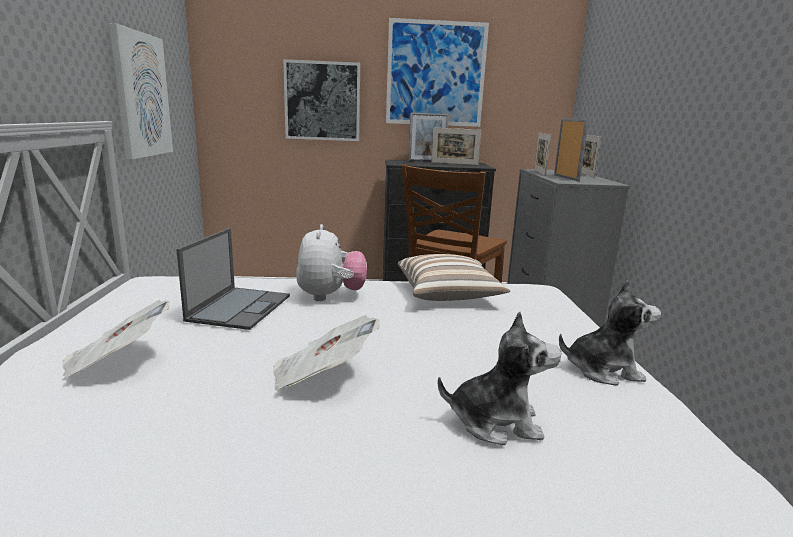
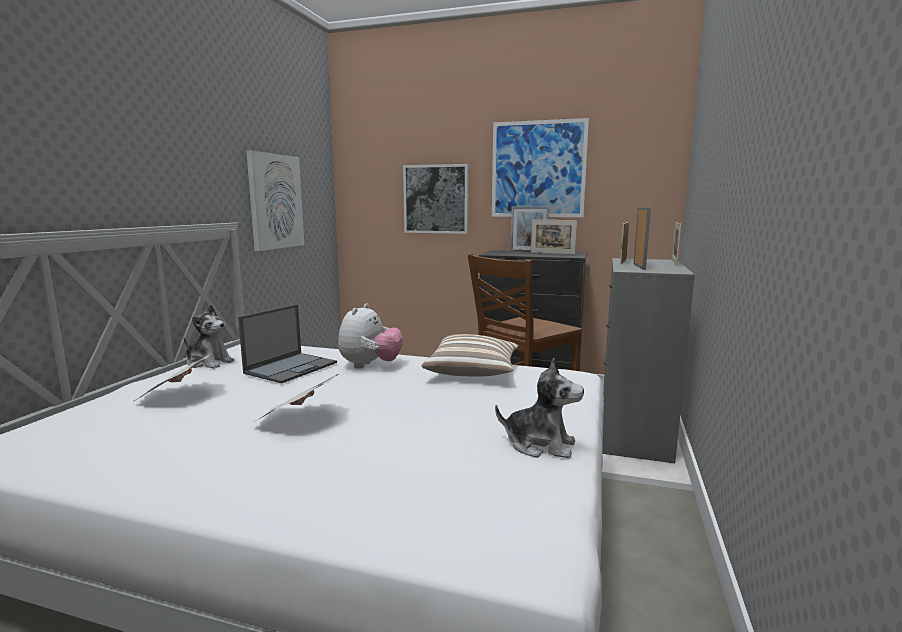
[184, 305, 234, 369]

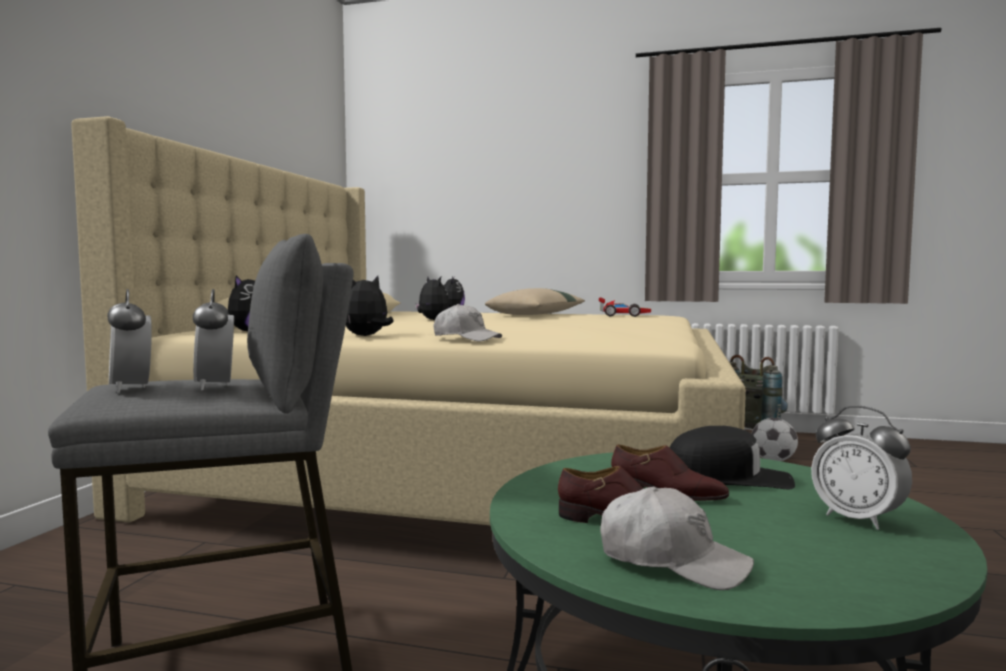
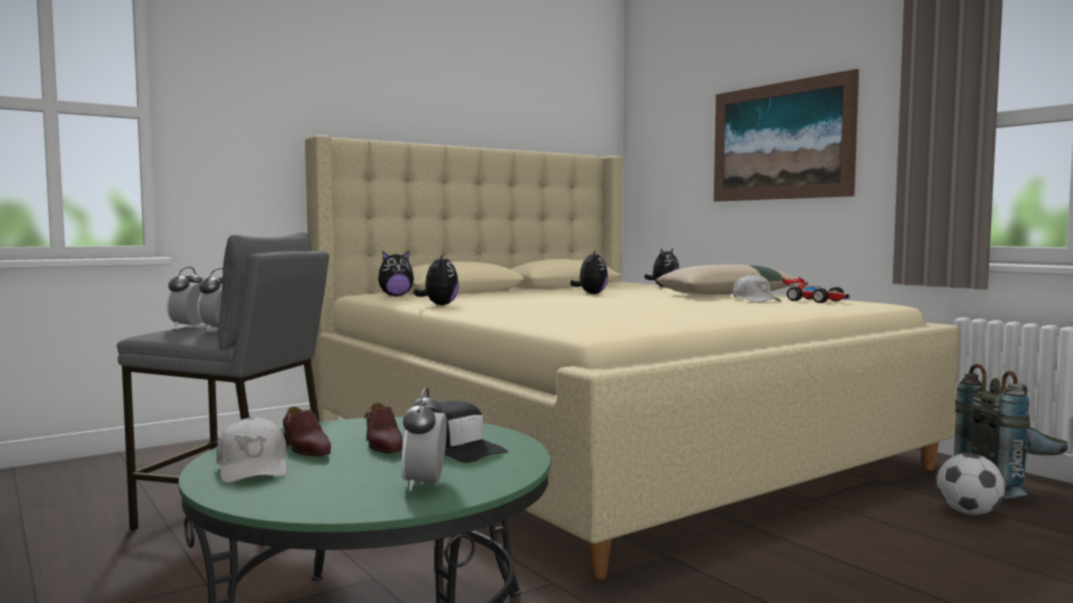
[413, 253, 459, 305]
[714, 69, 859, 202]
[733, 274, 781, 303]

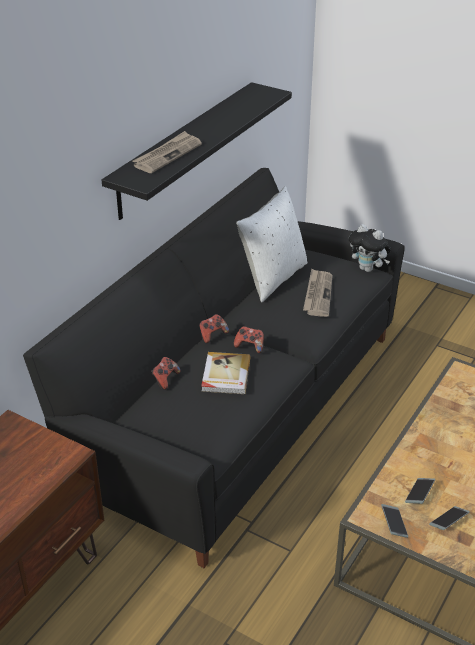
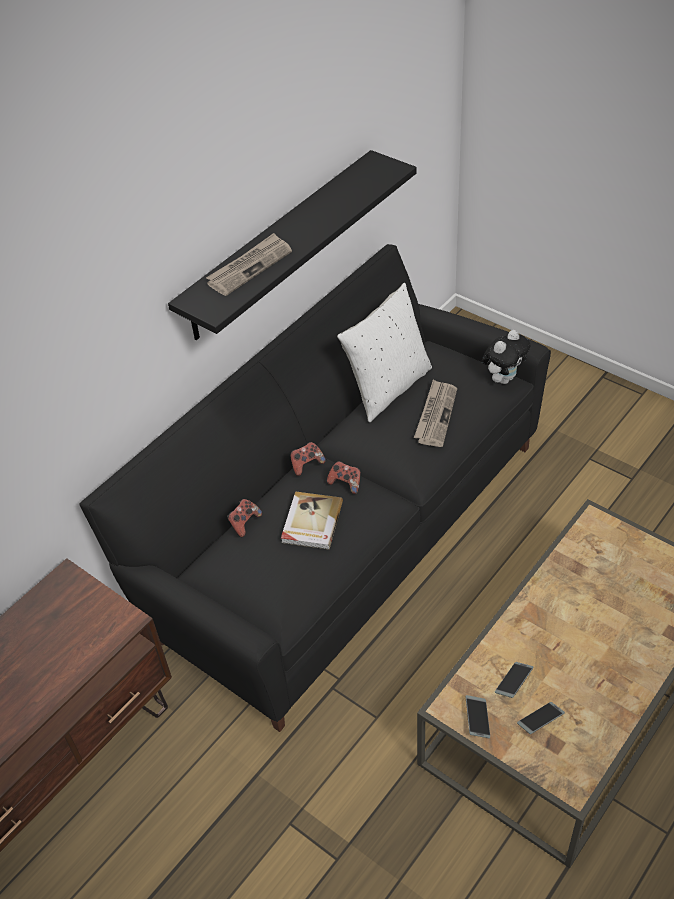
[482, 330, 530, 384]

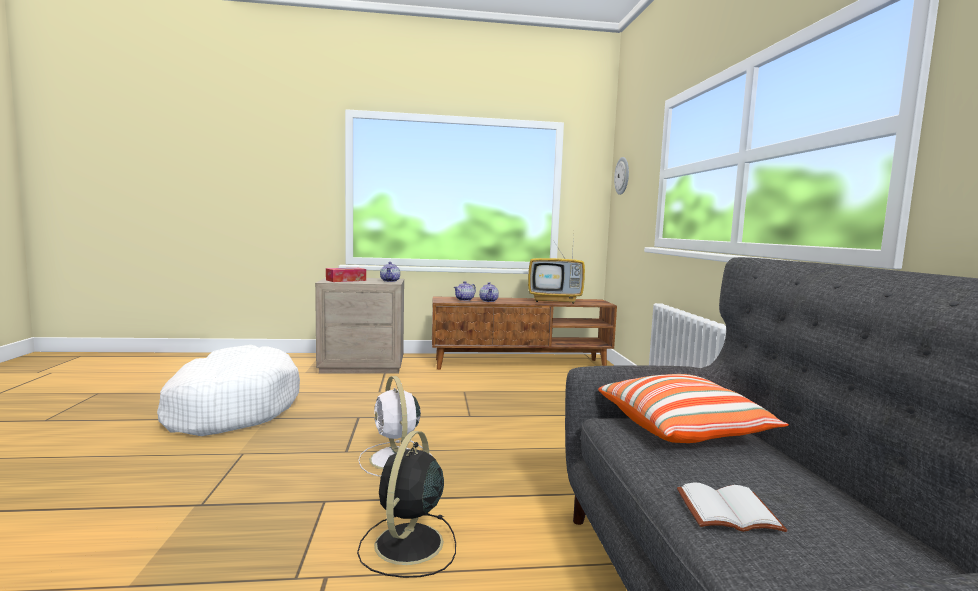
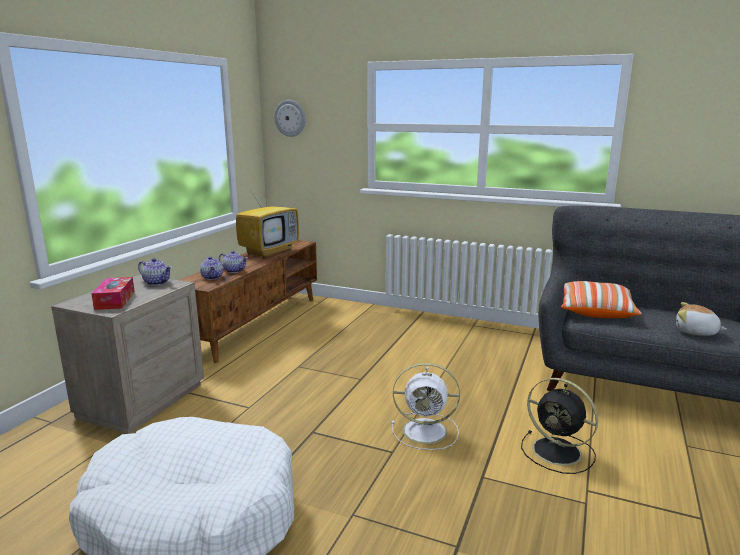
[676, 302, 727, 336]

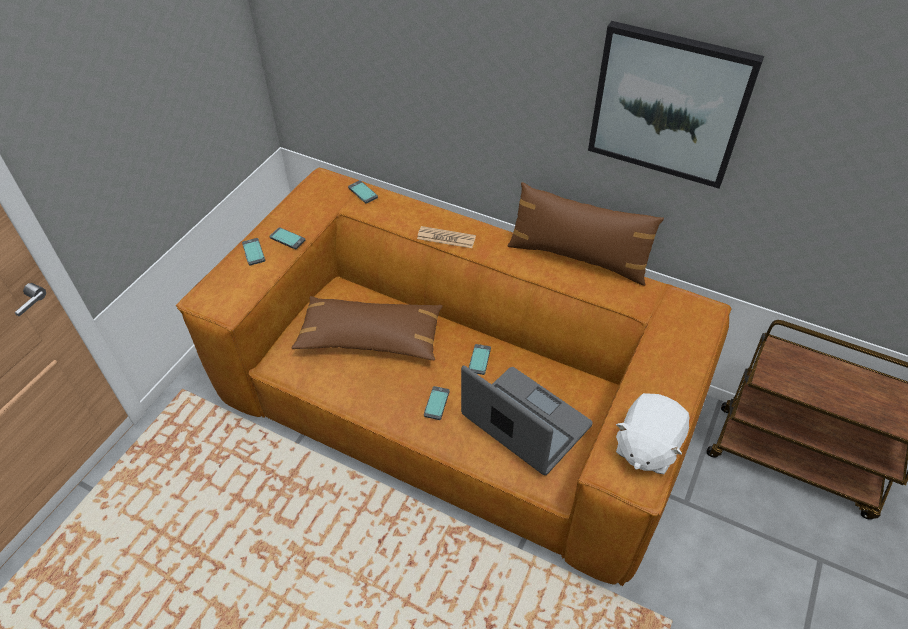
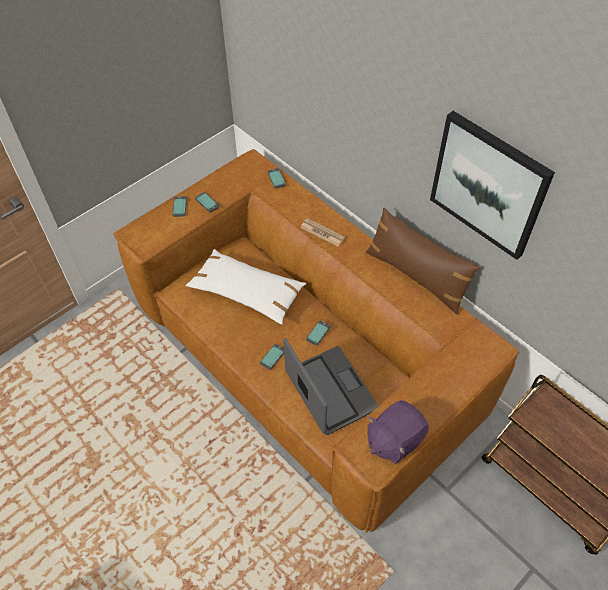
[186, 249, 306, 324]
[367, 400, 429, 464]

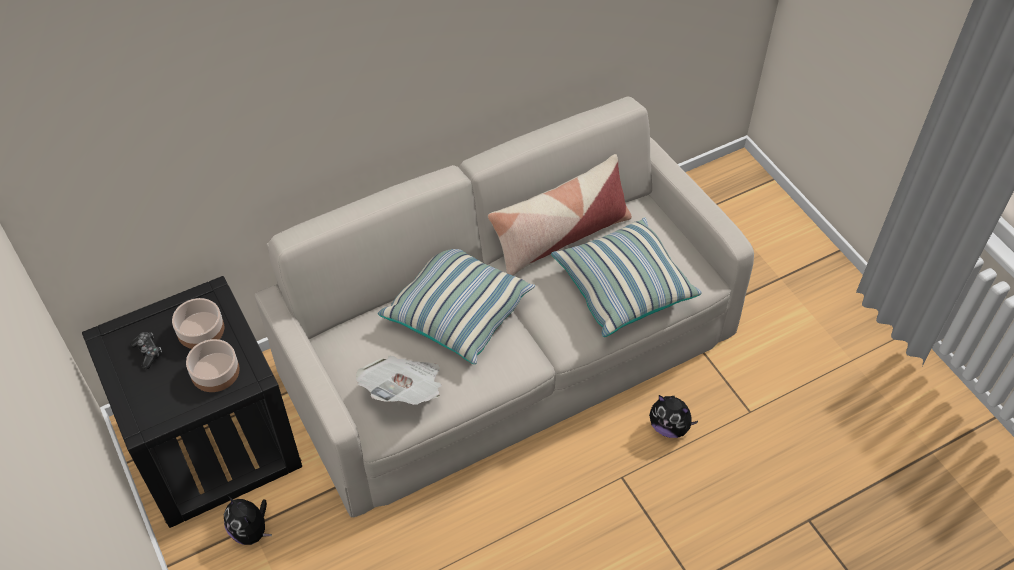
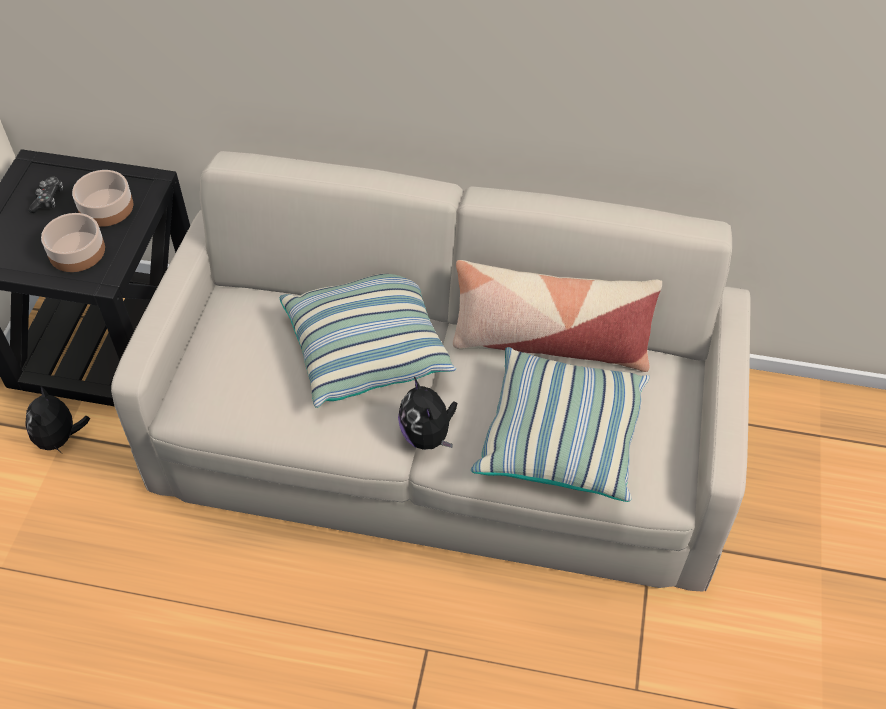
[398, 377, 457, 450]
[356, 355, 442, 405] (first image)

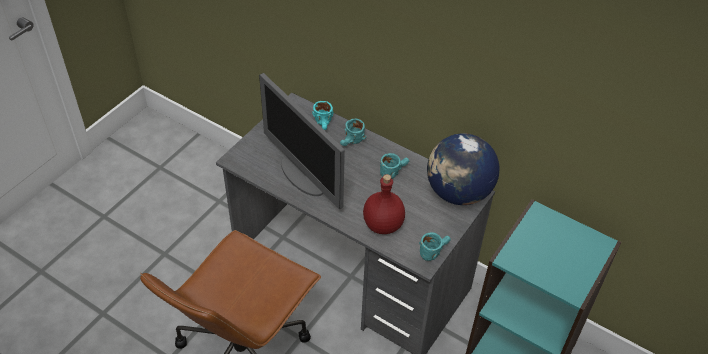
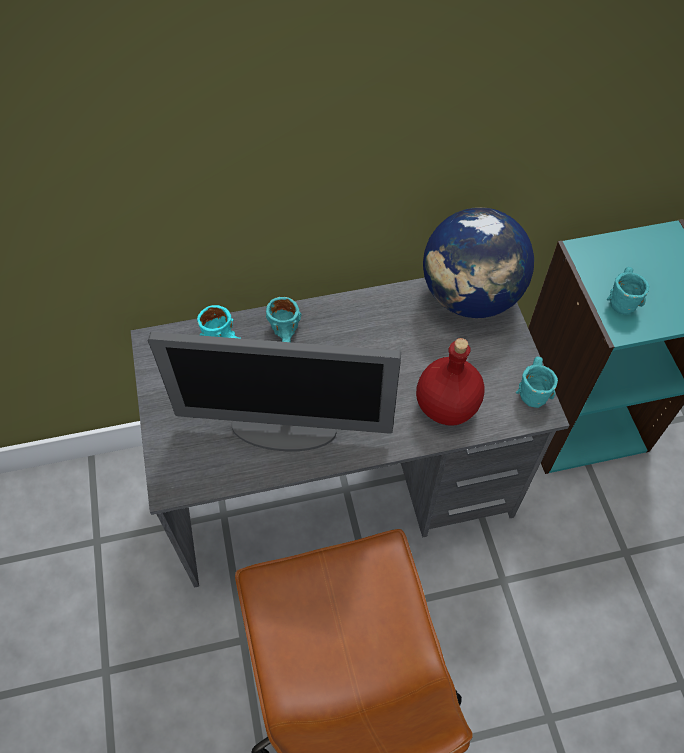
[607, 267, 649, 315]

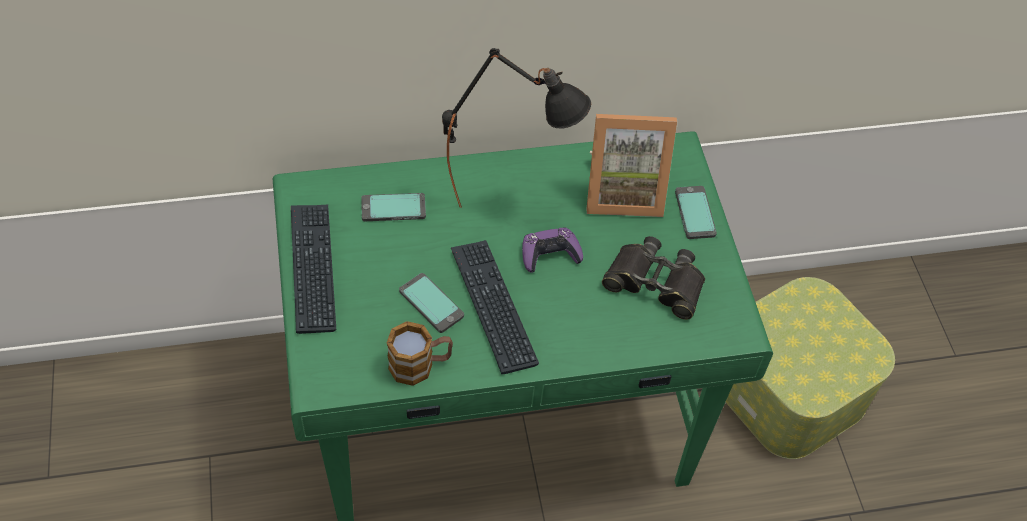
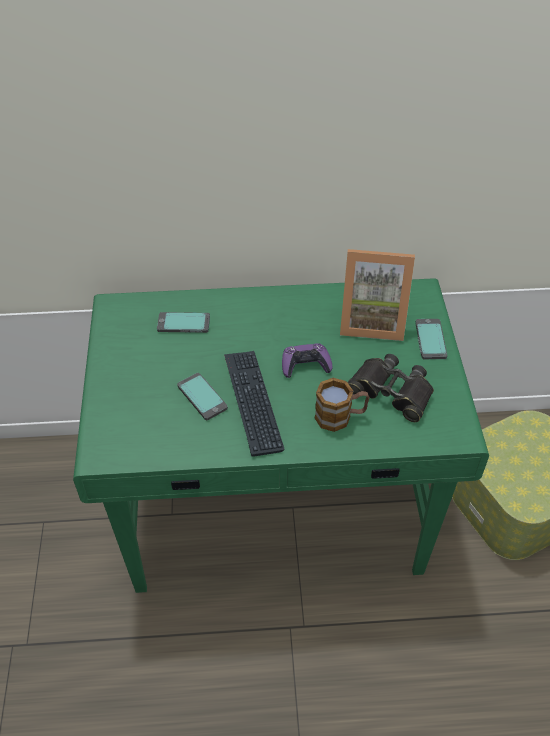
[315, 378, 369, 432]
[291, 204, 336, 334] (first image)
[442, 48, 591, 208] (first image)

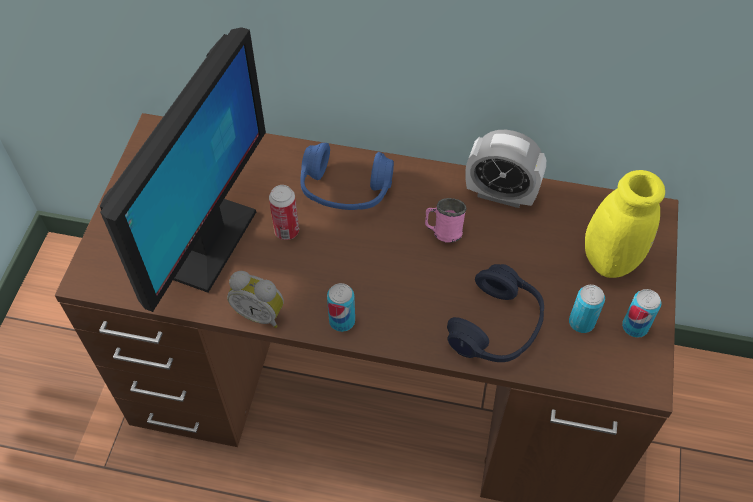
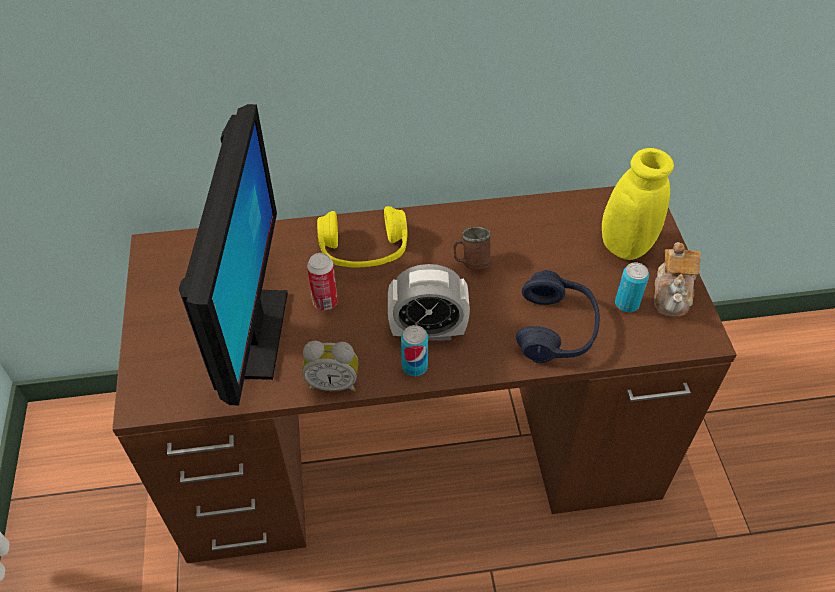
[317, 206, 408, 268]
[388, 264, 470, 341]
[453, 227, 491, 270]
[654, 242, 701, 317]

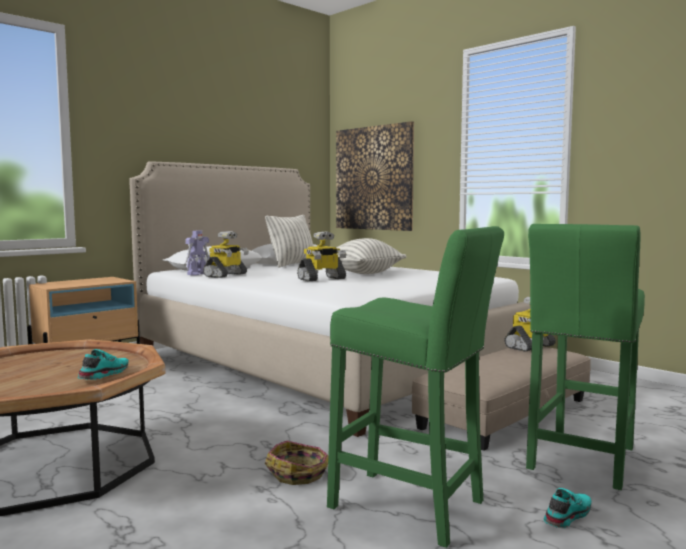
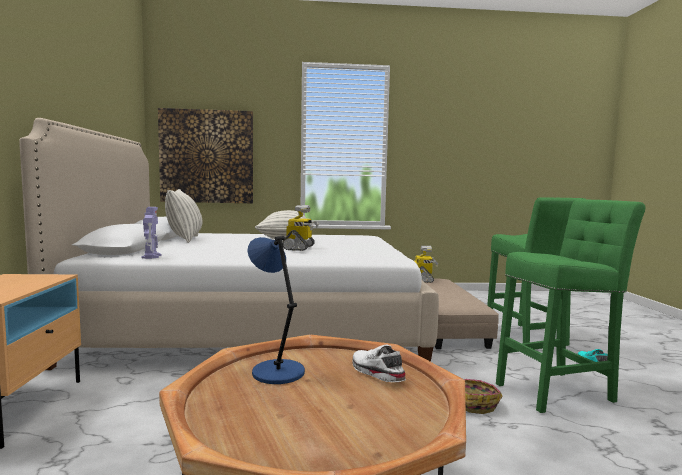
[247, 236, 305, 384]
[352, 344, 406, 382]
[203, 231, 249, 278] (first image)

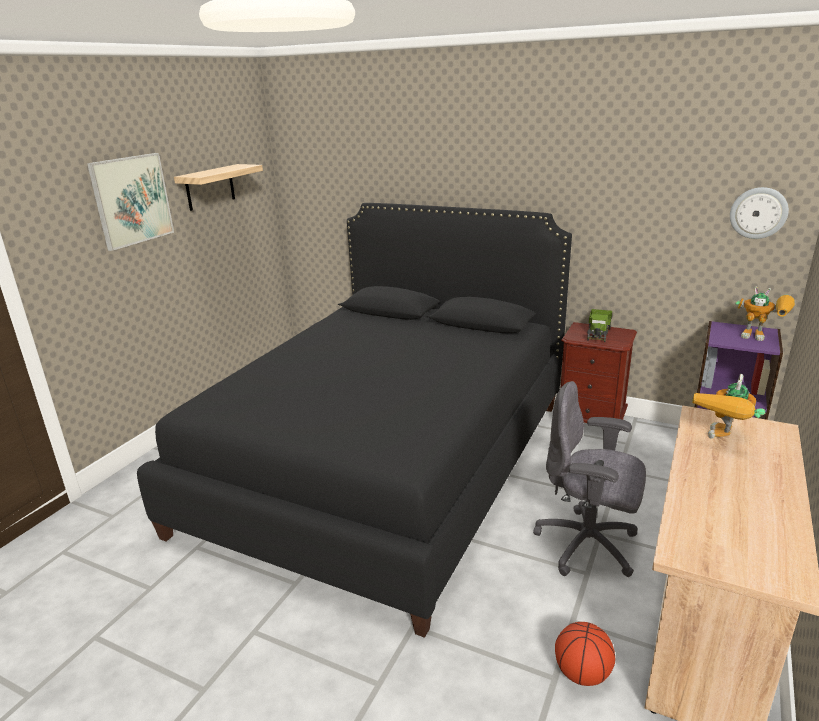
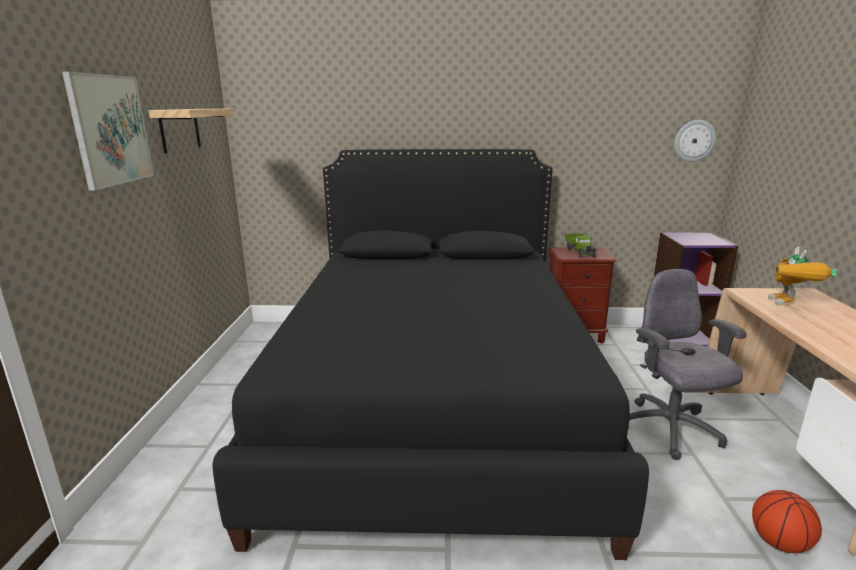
[628, 269, 746, 460]
[735, 286, 795, 341] (first image)

